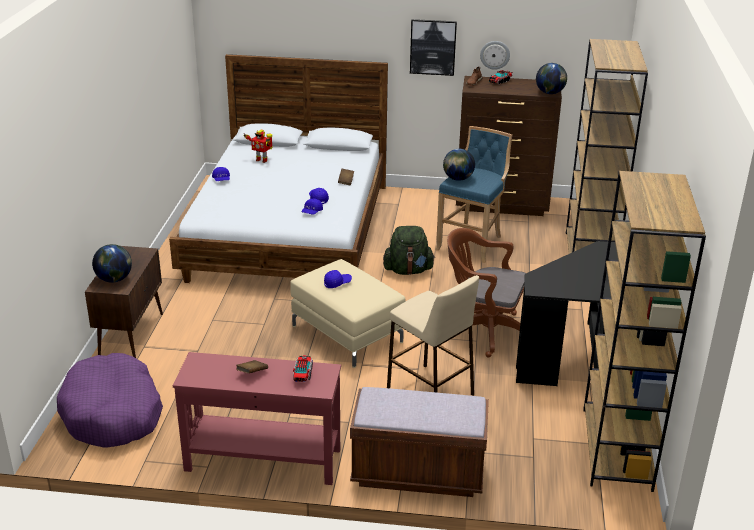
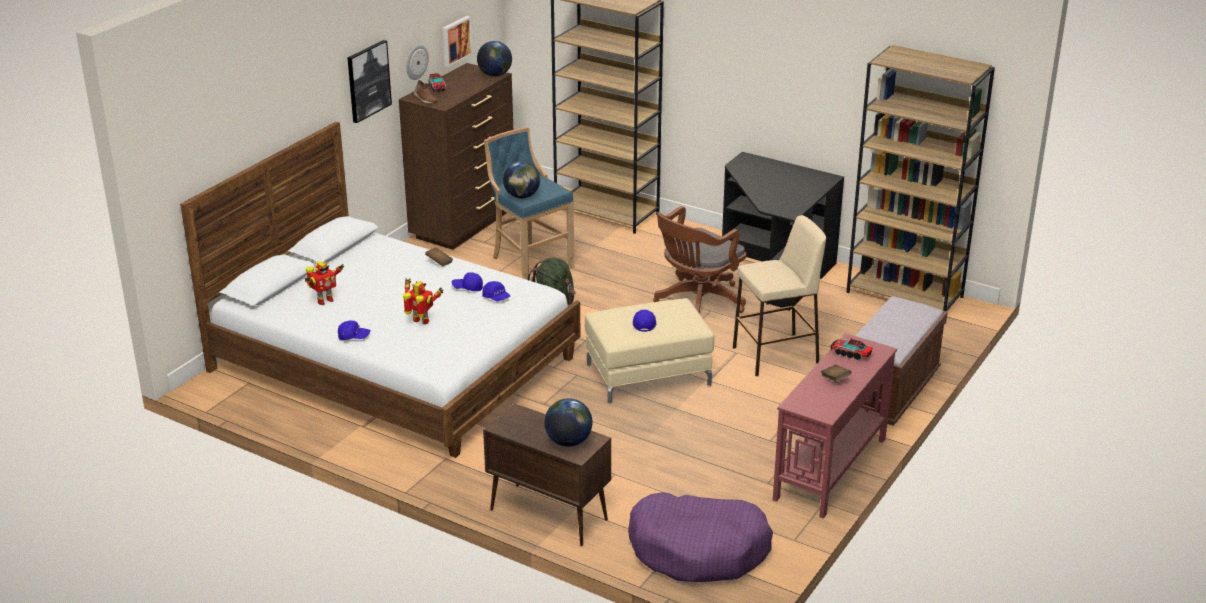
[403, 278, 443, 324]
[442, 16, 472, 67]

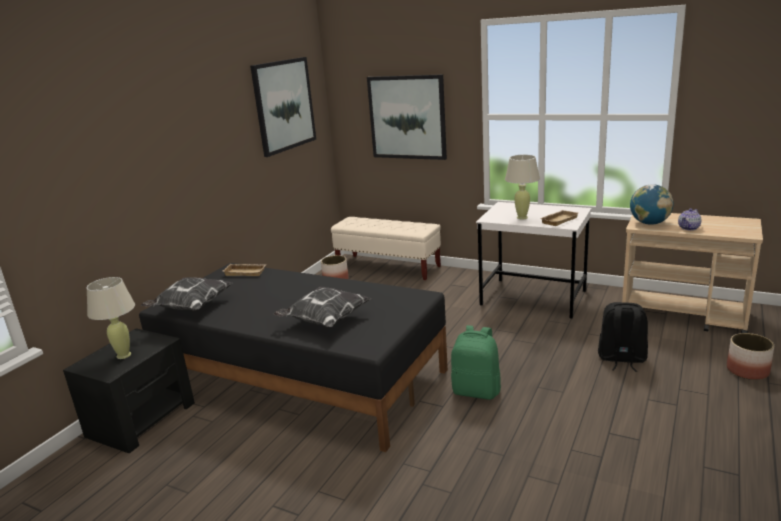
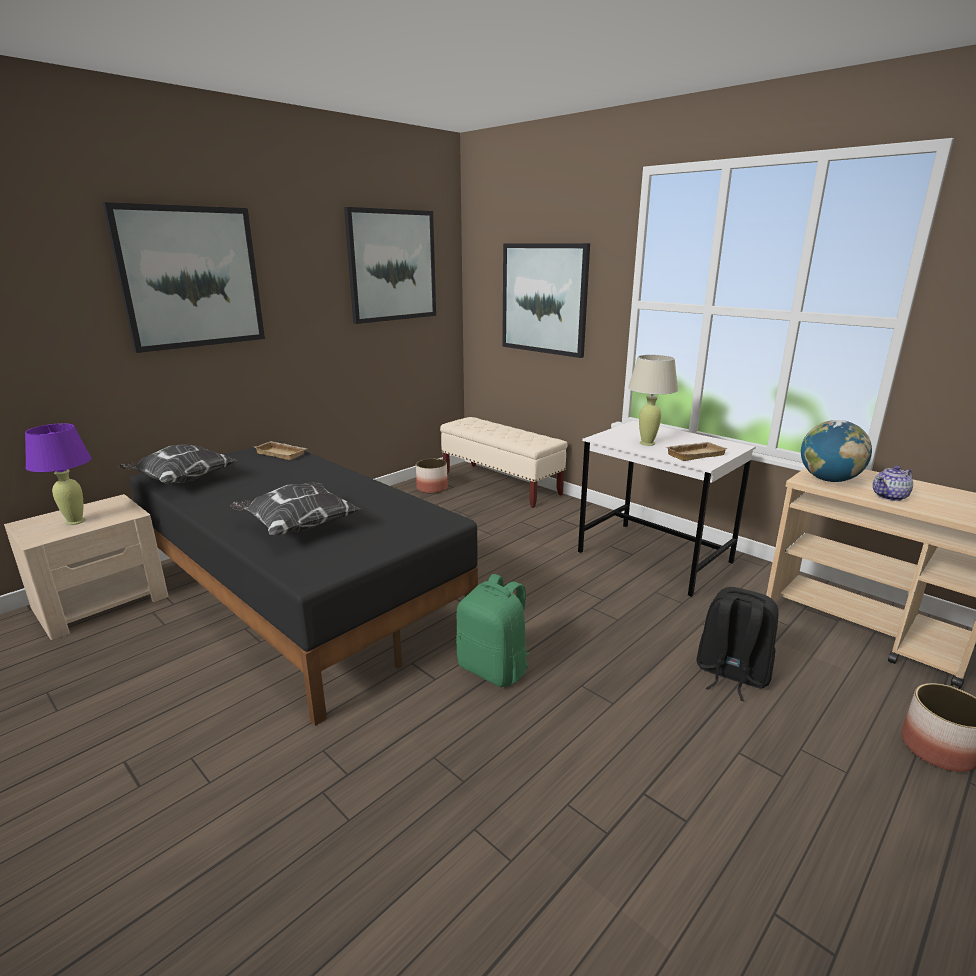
[4, 494, 169, 640]
[25, 423, 91, 525]
[103, 202, 265, 353]

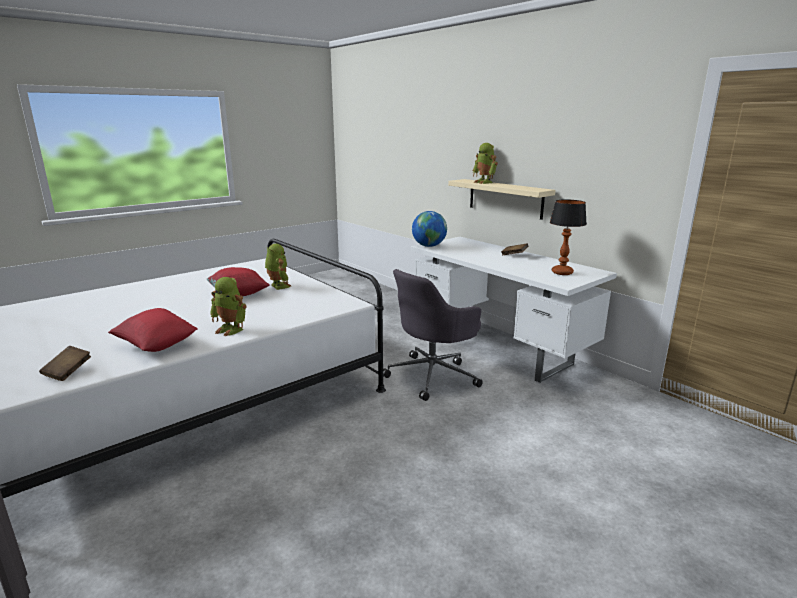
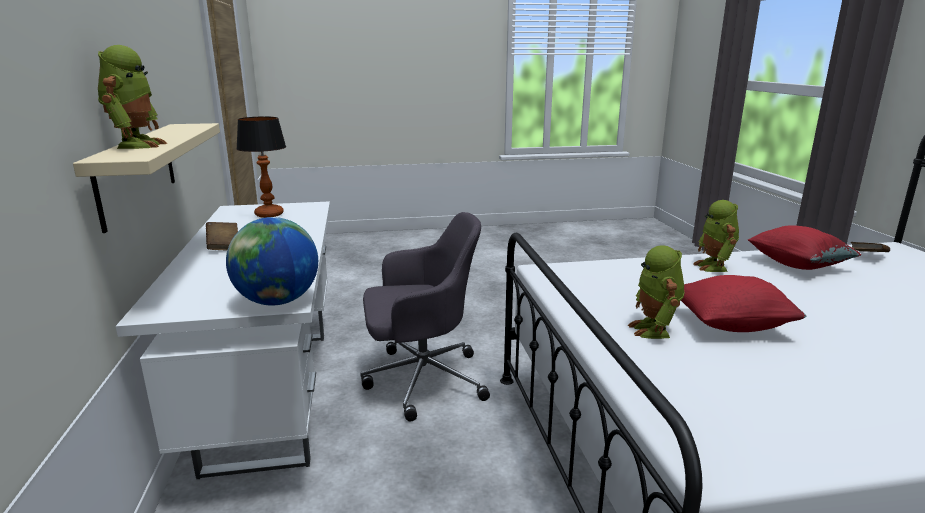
[693, 200, 739, 272]

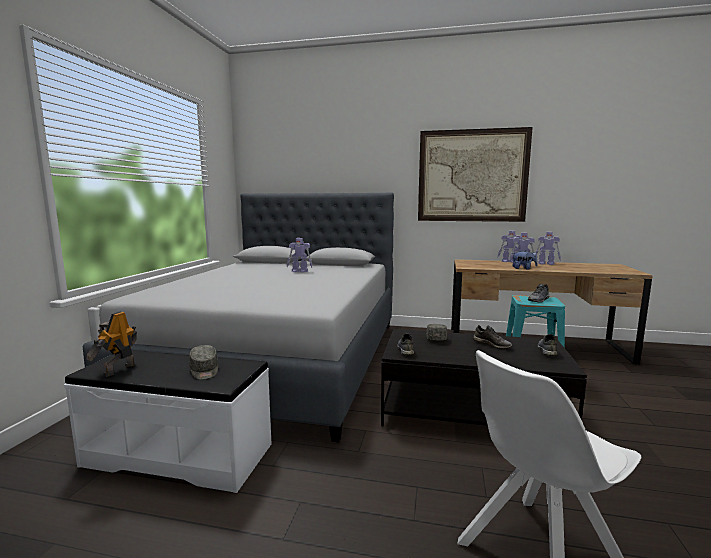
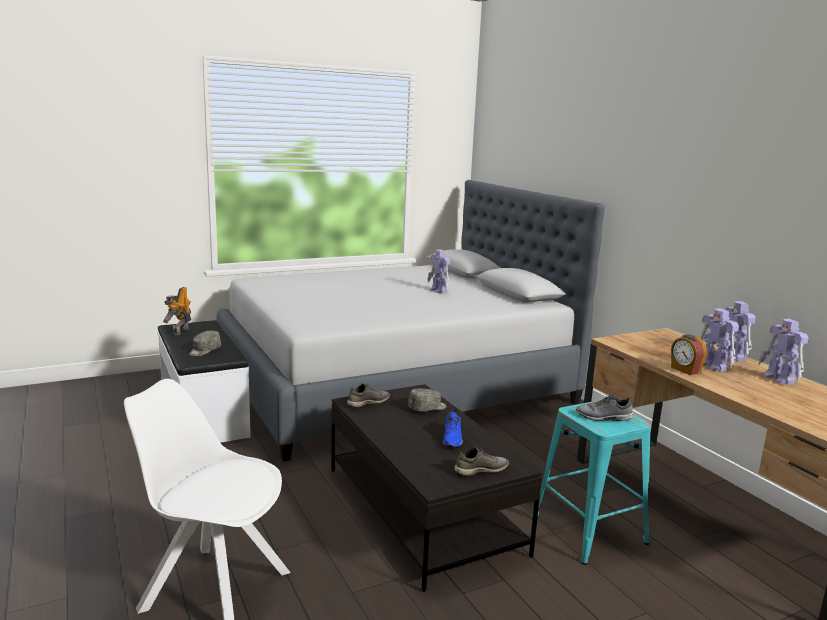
[163, 287, 191, 336]
[443, 409, 463, 447]
[671, 334, 707, 375]
[418, 127, 533, 222] (first image)

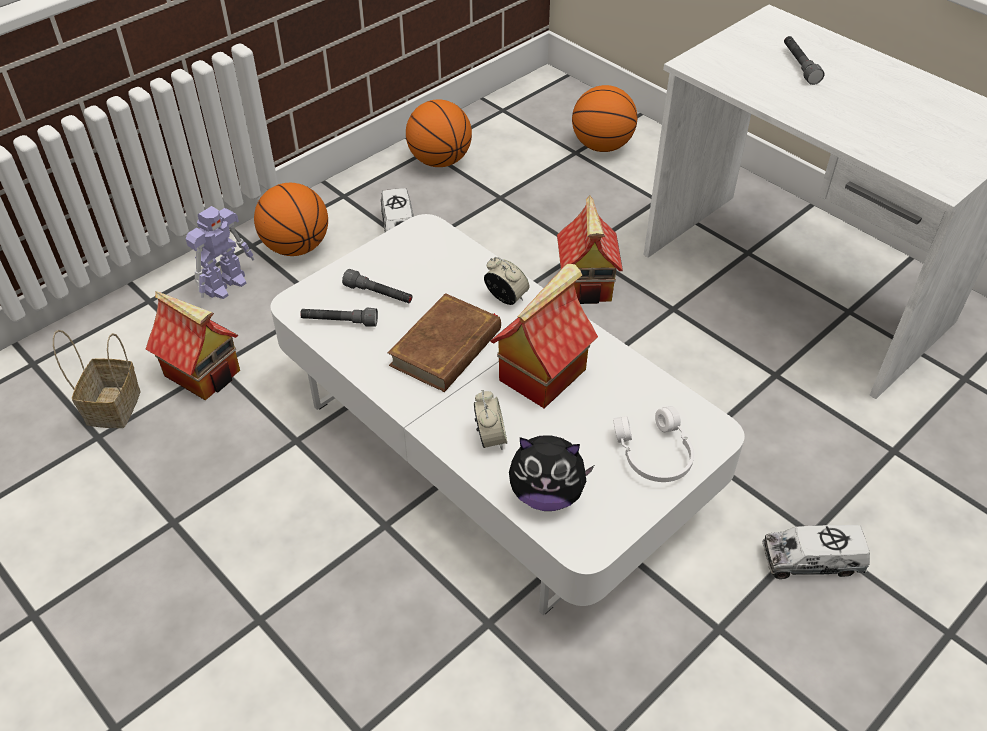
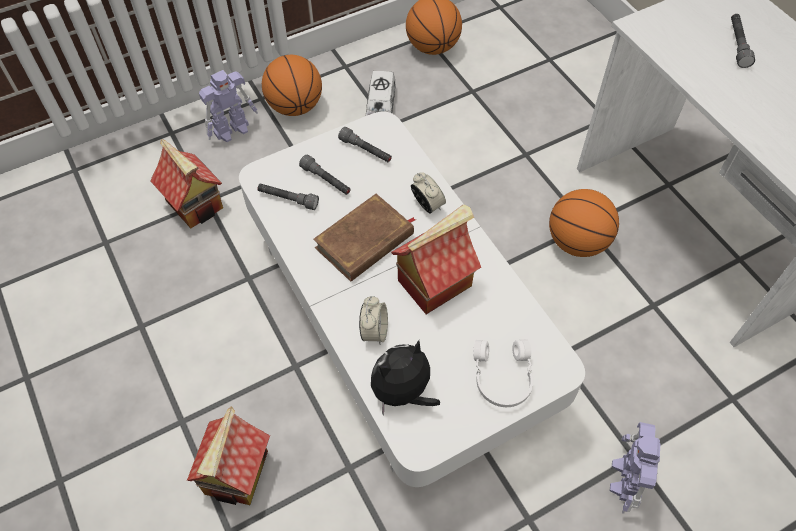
[187, 406, 270, 505]
[338, 127, 392, 162]
[371, 340, 440, 416]
[549, 189, 619, 257]
[610, 422, 660, 514]
[53, 330, 141, 428] (first image)

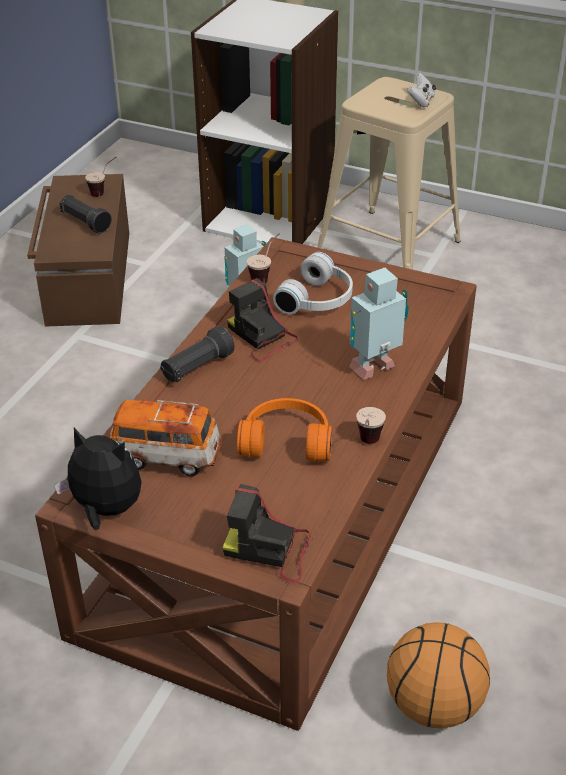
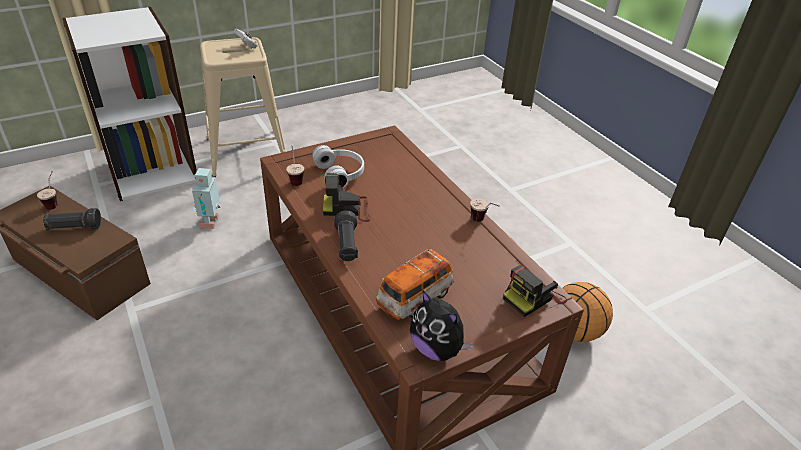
[410, 290, 474, 361]
[237, 398, 332, 462] (first image)
[349, 268, 409, 380] (first image)

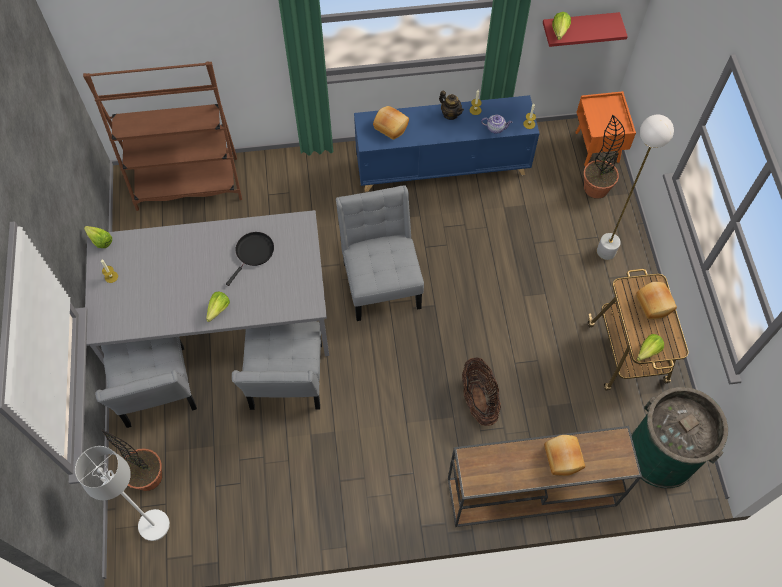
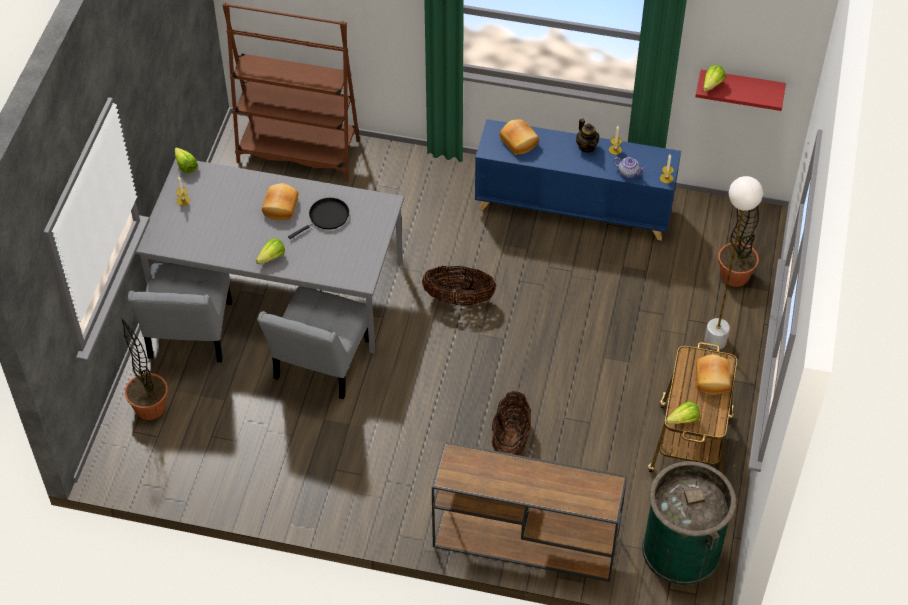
[262, 183, 298, 220]
[422, 266, 496, 305]
[75, 446, 170, 541] (first image)
[575, 91, 636, 166] (first image)

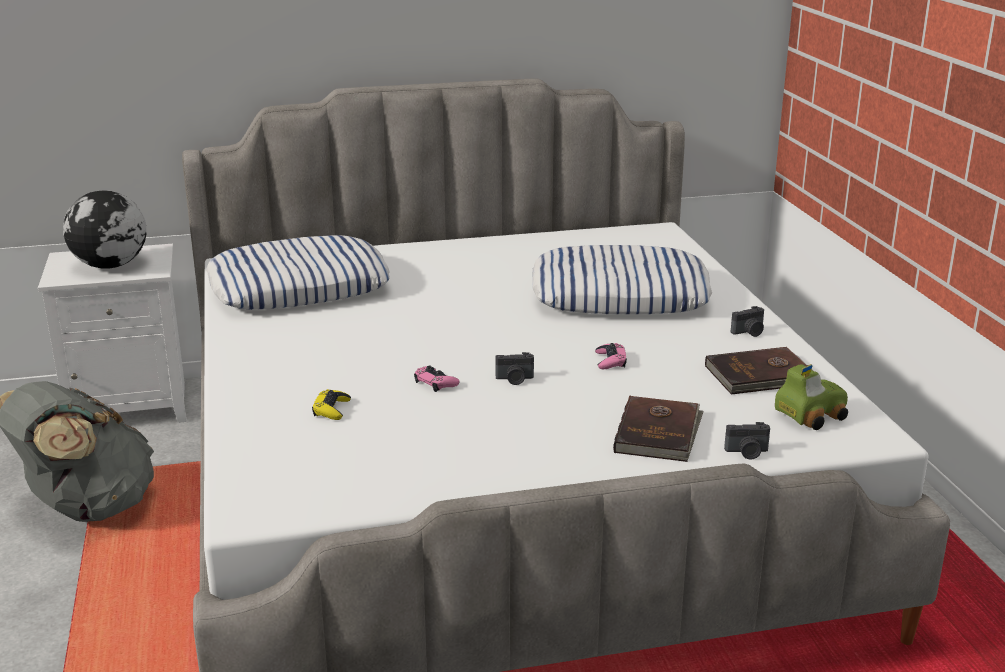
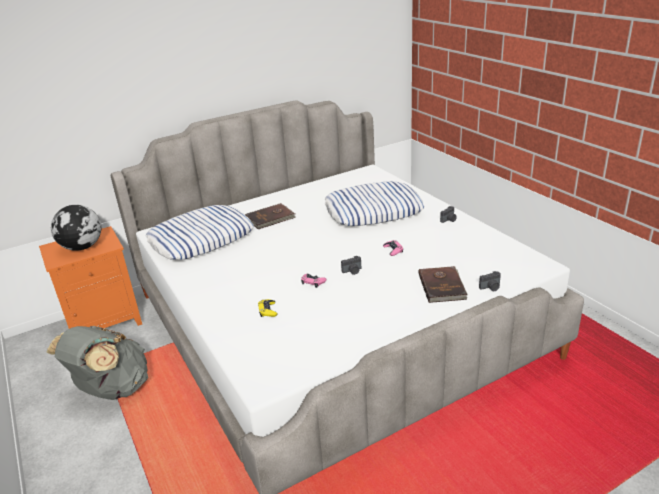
[39, 226, 142, 329]
[245, 203, 296, 229]
[775, 364, 848, 430] (first image)

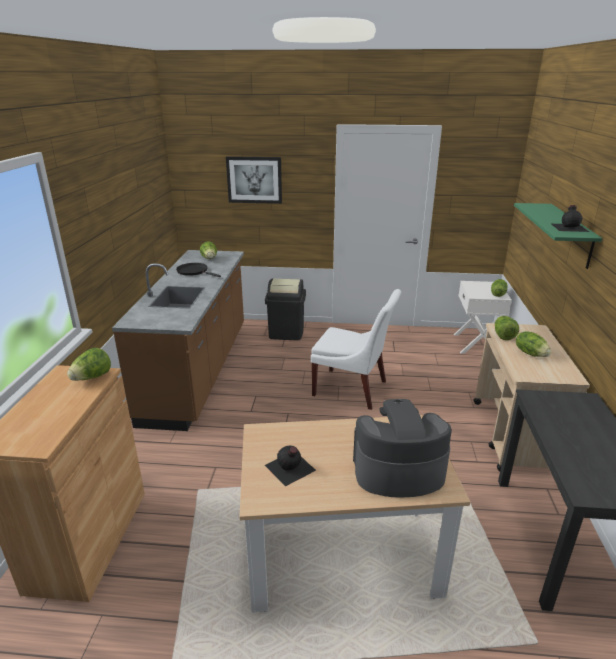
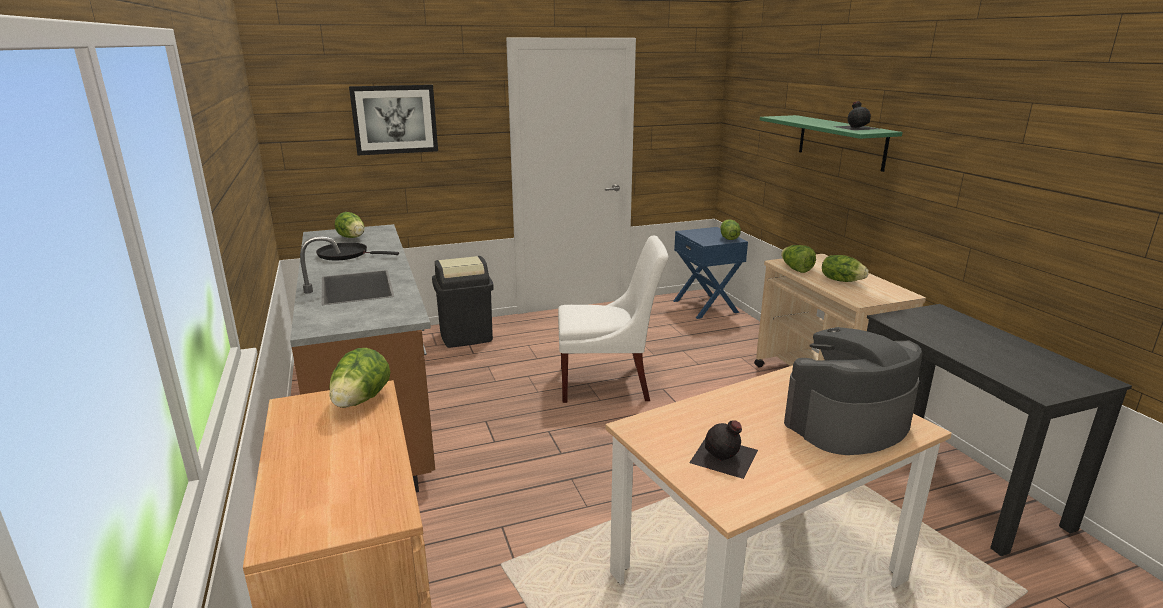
[673, 227, 748, 319]

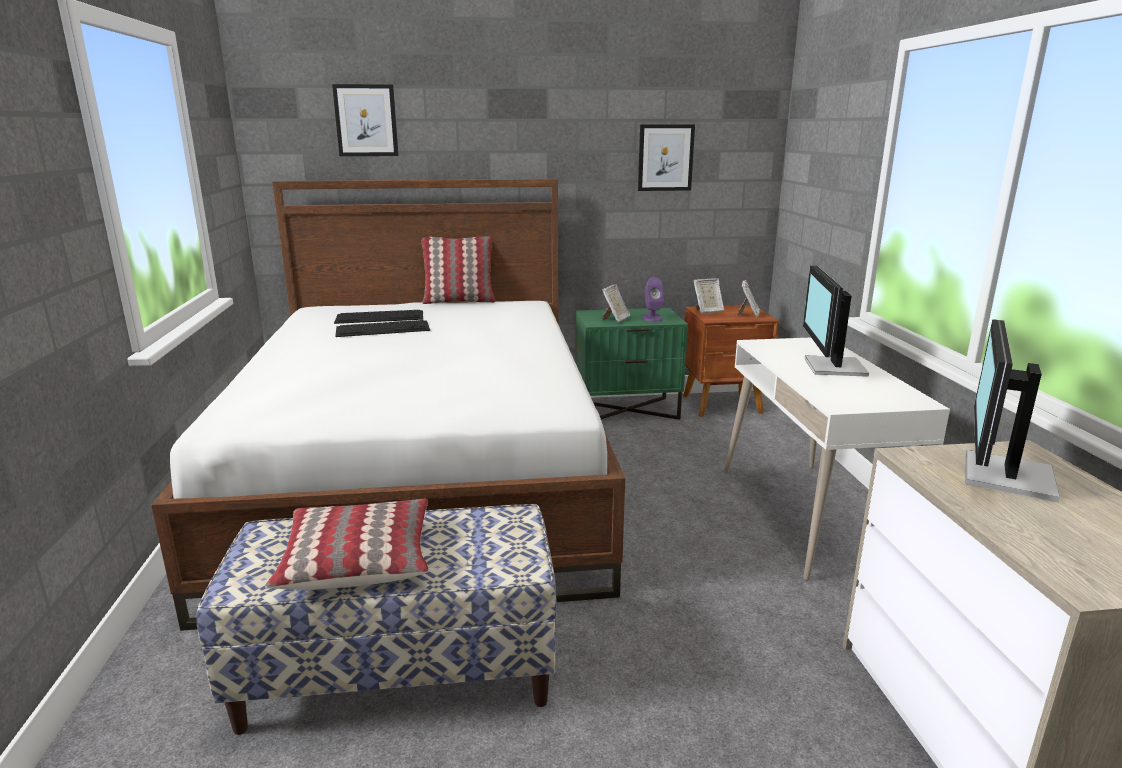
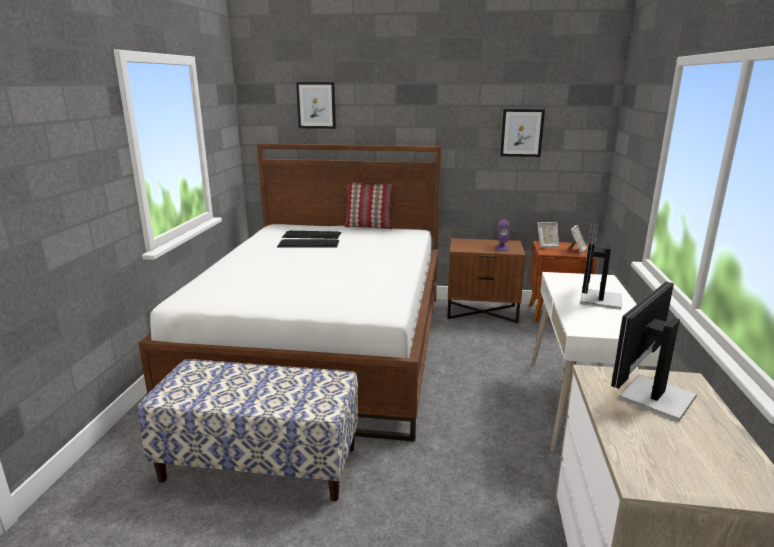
[447, 238, 525, 323]
[265, 499, 429, 590] (first image)
[602, 284, 630, 322] (first image)

